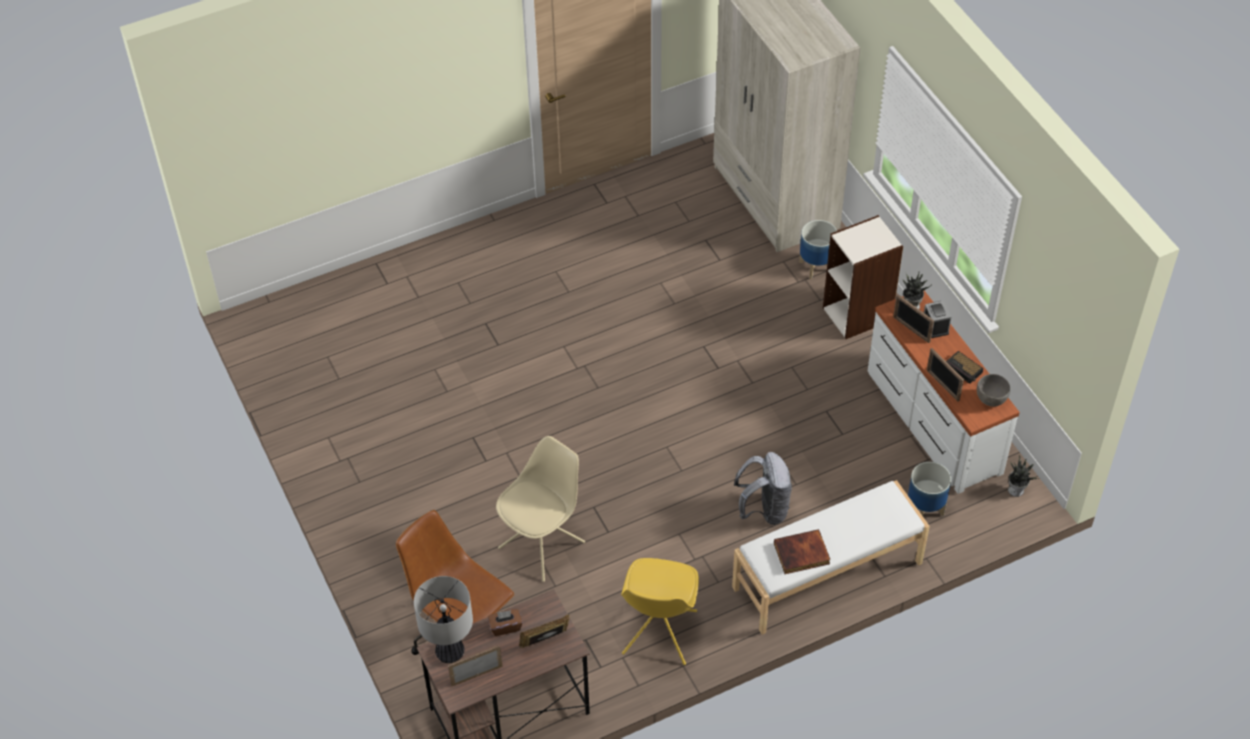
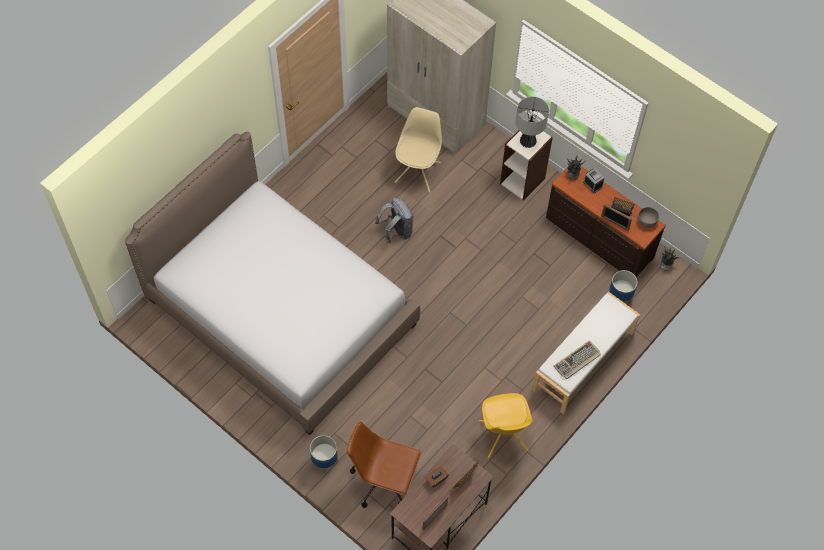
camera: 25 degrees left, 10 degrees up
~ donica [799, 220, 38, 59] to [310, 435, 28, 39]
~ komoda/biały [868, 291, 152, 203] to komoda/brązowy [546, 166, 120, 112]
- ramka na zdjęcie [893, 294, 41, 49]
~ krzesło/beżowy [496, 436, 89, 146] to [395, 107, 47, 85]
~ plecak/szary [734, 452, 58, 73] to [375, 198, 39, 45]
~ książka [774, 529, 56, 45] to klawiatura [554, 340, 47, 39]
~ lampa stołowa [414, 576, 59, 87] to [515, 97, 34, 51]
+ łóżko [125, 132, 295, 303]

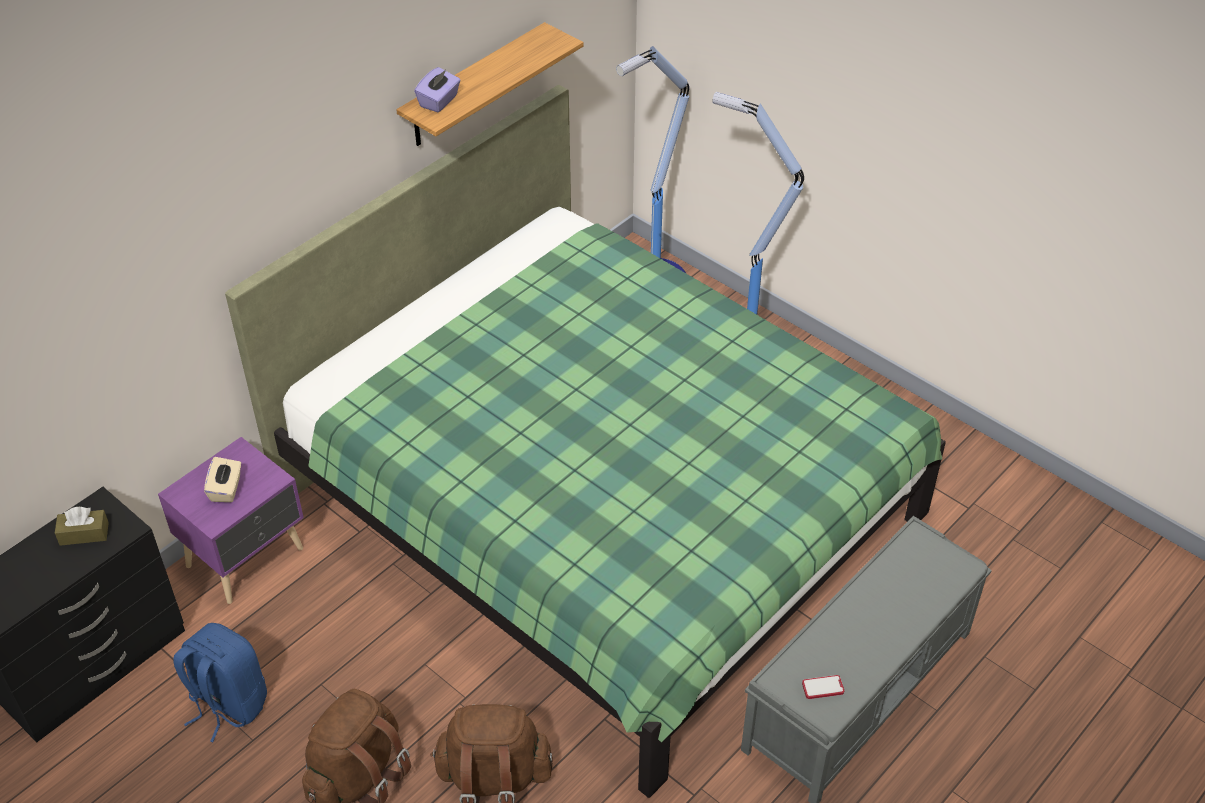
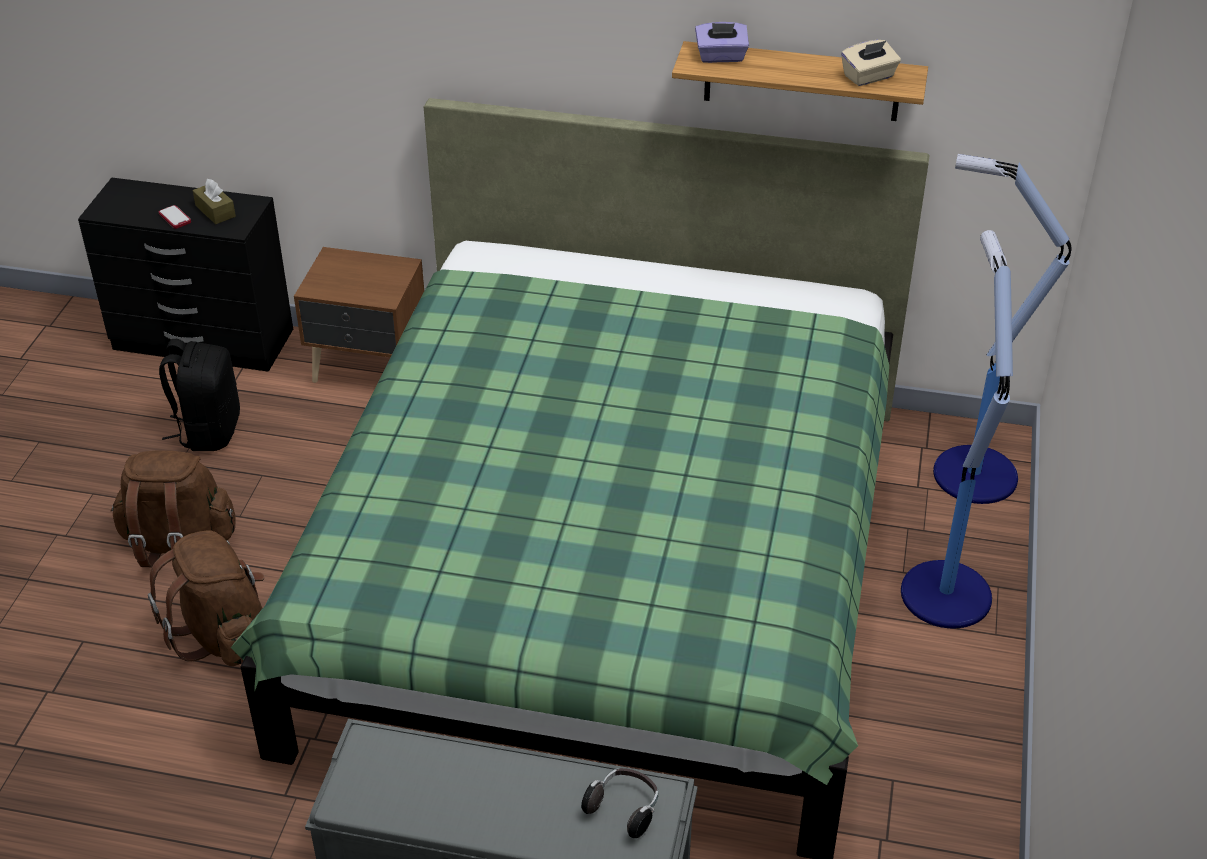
camera: 60 degrees right, 5 degrees down
~ szafka nocna/fioletowy [158, 437, 146, 167] to szafka nocna/brązowy [294, 247, 130, 136]
~ pudełko chusteczek/beżowy [204, 457, 37, 45] to [841, 40, 60, 46]
~ plecak/niebieski [173, 623, 94, 119] to plecak/czarny [159, 339, 81, 112]
~ telefon [802, 675, 42, 24] to [159, 205, 32, 24]
+ słuchawki [581, 768, 77, 70]

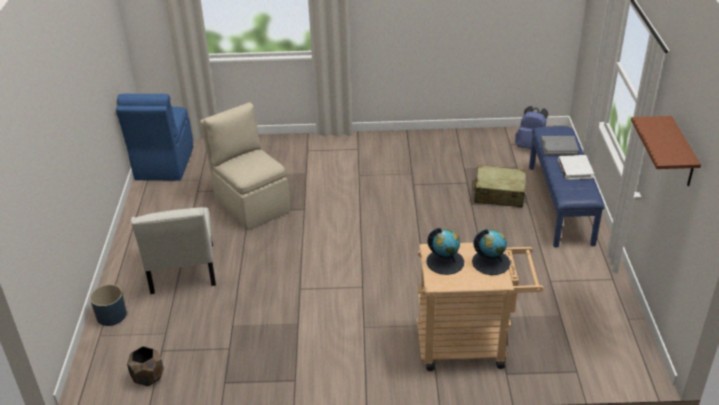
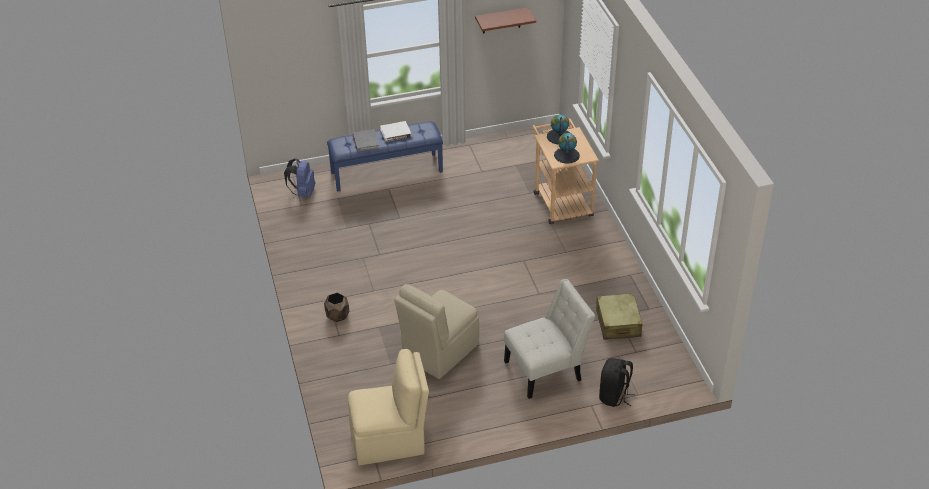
camera: 105 degrees left, 5 degrees up
~ krzesło/niebieski [116, 94, 77, 87] to krzesło/beżowy [348, 349, 81, 116]
~ walizka/beżowy [472, 165, 54, 43] to [596, 293, 47, 47]
~ donica/niebieski [90, 284, 37, 42] to plecak/czarny [599, 358, 36, 49]
~ donica/brązowy [127, 346, 37, 41] to [324, 293, 25, 29]

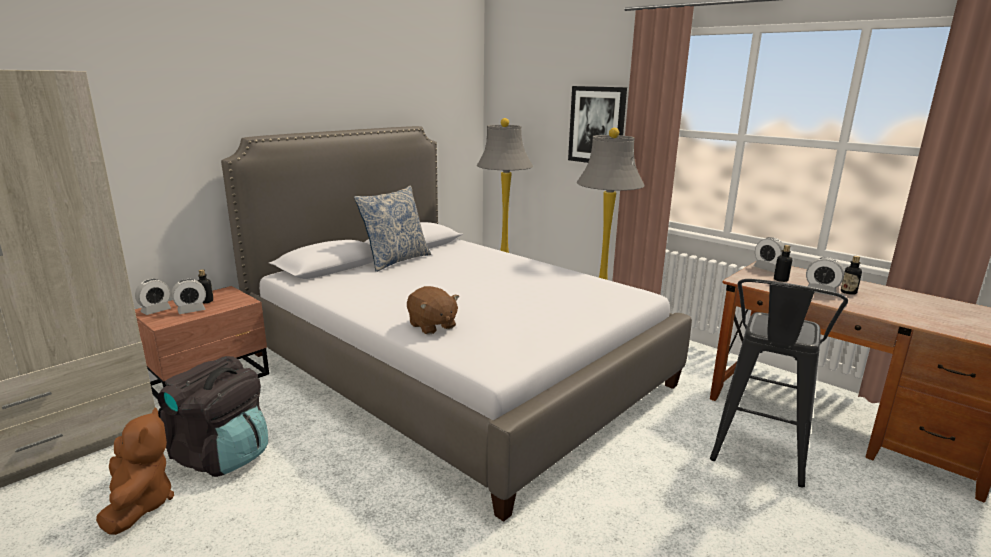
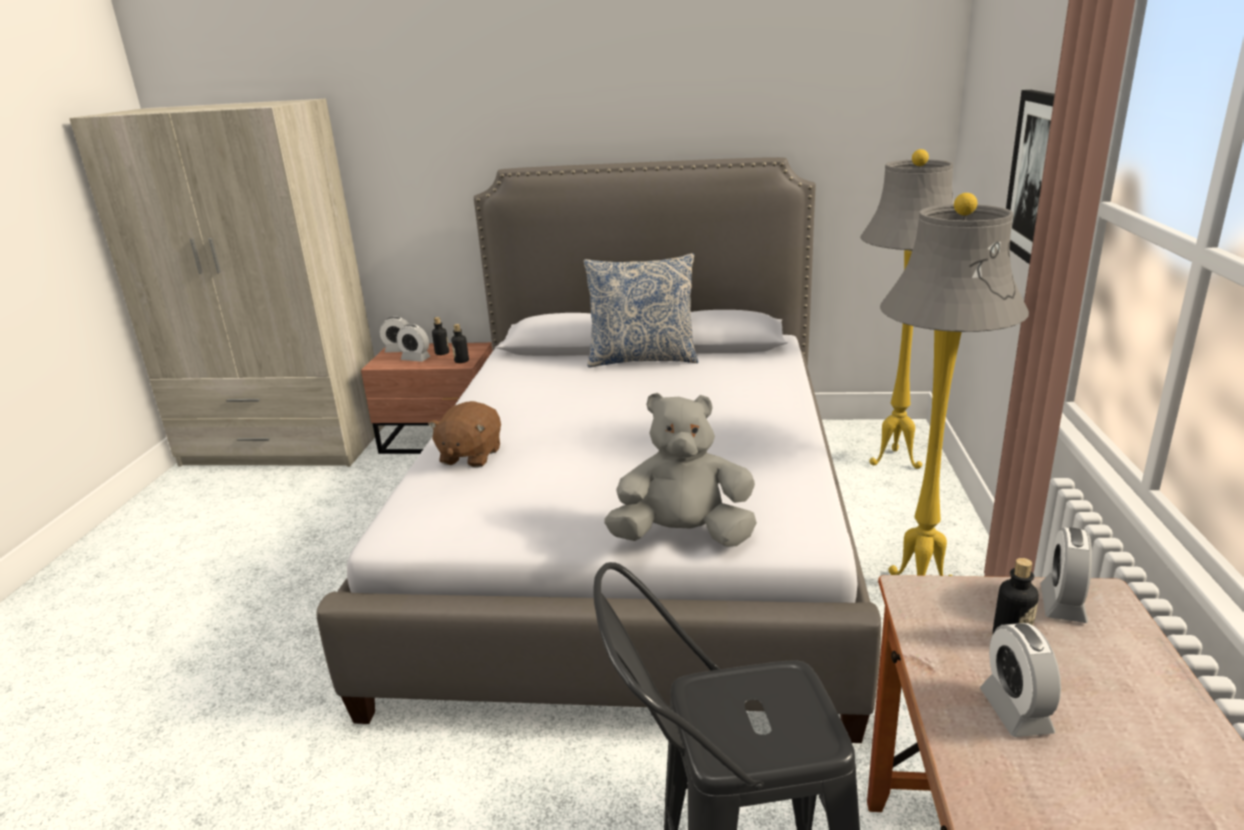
camera: 55 degrees right, 5 degrees up
~ butelka [841, 256, 21, 39] to [451, 324, 18, 39]
- plecak/czarny [158, 356, 110, 121]
- pluszak/brązowy [96, 408, 78, 127]
+ pluszak/szary [604, 393, 153, 154]

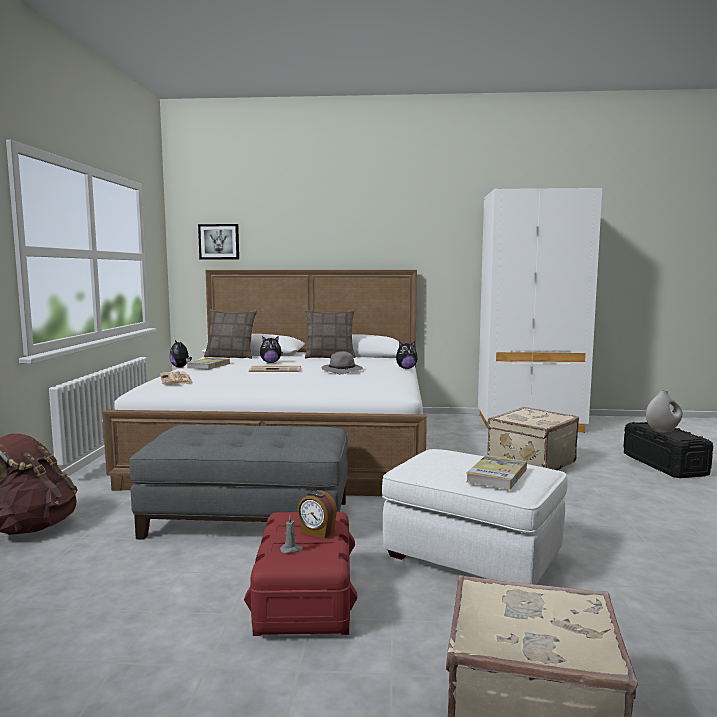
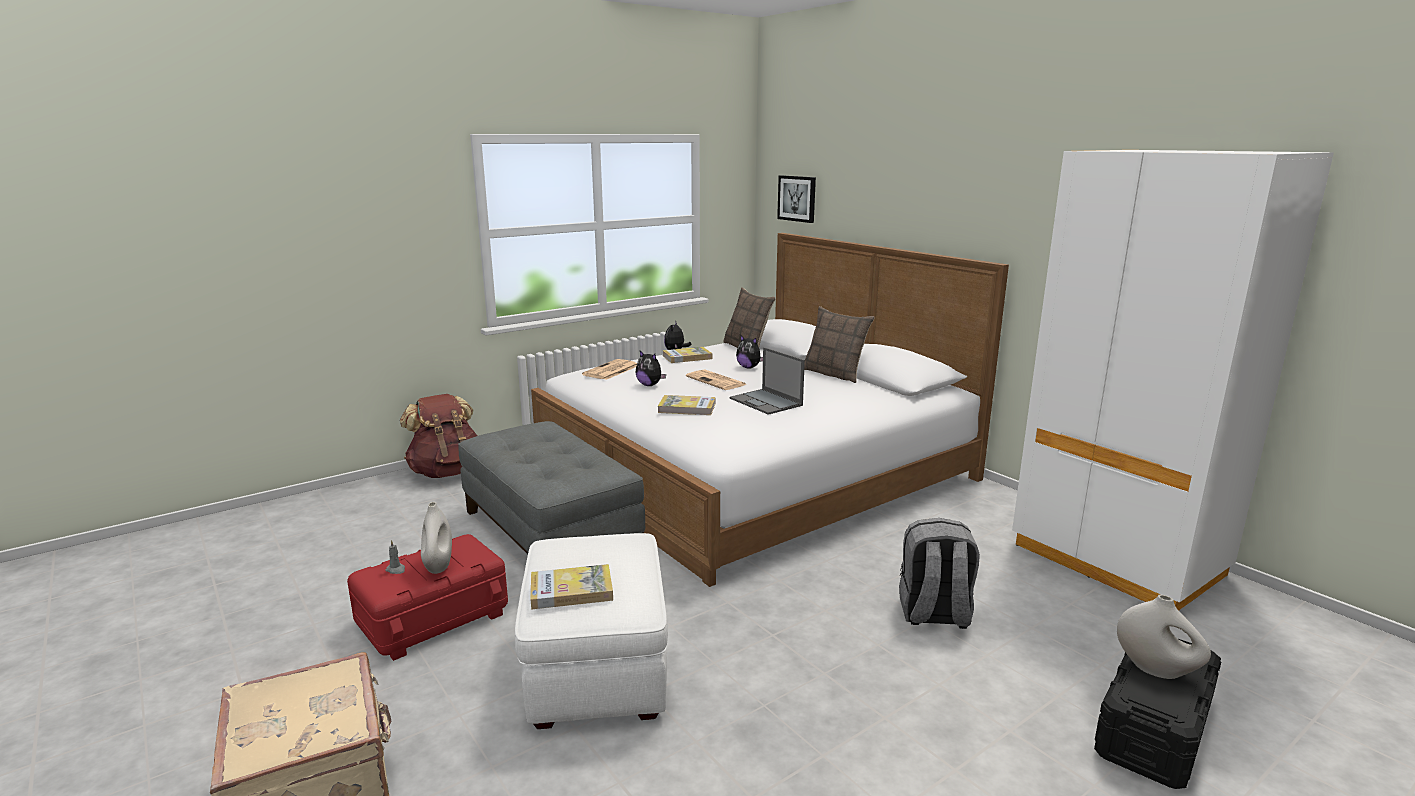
camera: 50 degrees right, 10 degrees up
~ pluszak [396, 341, 22, 28] to [636, 351, 30, 35]
~ kapelusz/szary [321, 351, 42, 23] to laptop [730, 347, 75, 68]
~ walizka/beżowy [487, 407, 92, 63] to plecak/szary [899, 518, 81, 111]
~ budzik [298, 490, 39, 49] to wazon/biały [421, 502, 31, 72]
+ książka [658, 395, 58, 20]

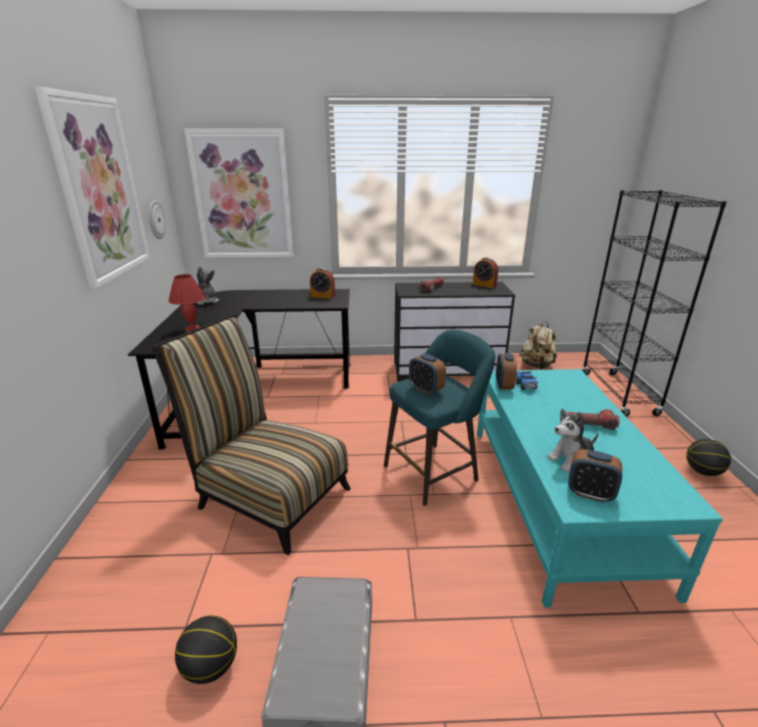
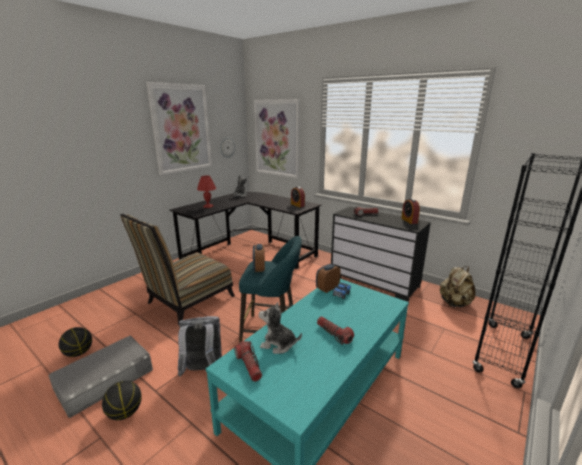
camera: 40 degrees right, 5 degrees down
~ krzesło [152, 314, 199, 241] = [121, 214, 114, 111] 120 degrees counterclockwise
~ piłka do koszykówki [686, 439, 45, 37] to [102, 381, 40, 39]
~ budzik [568, 449, 54, 54] to latarka [234, 341, 28, 41]
+ plecak/szary [178, 316, 44, 61]

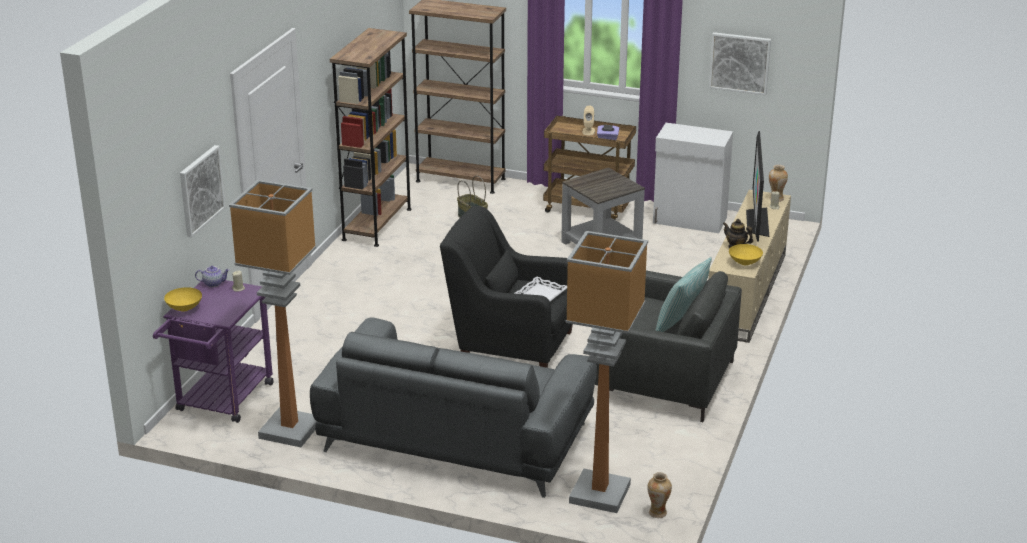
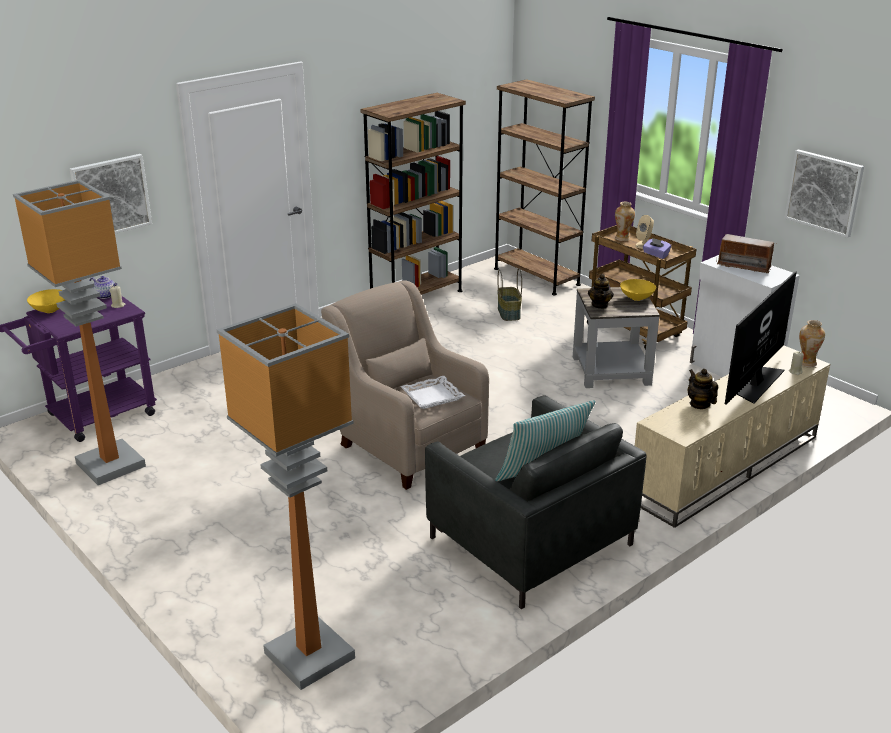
camera: 30 degrees right, 0 degrees up
~ fotel/czarny [440, 206, 133, 162] to fotel/beżowy [321, 280, 168, 210]
~ miska/żółty [729, 244, 34, 21] to [620, 279, 36, 22]
- kanapa/szary [310, 317, 287, 181]
~ wazon [647, 472, 25, 46] to [615, 202, 20, 39]
+ radio [716, 234, 58, 40]
+ imbryk [588, 274, 26, 35]

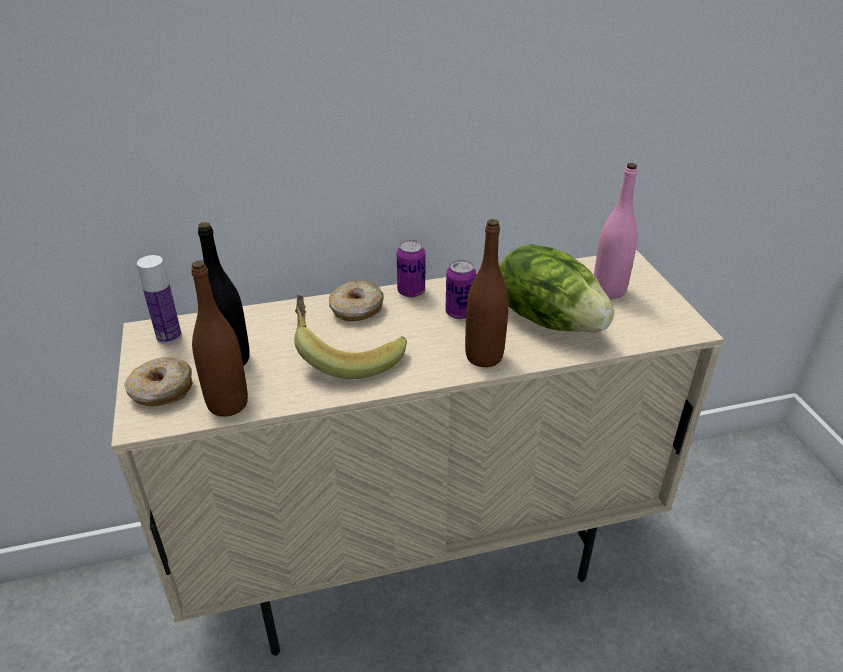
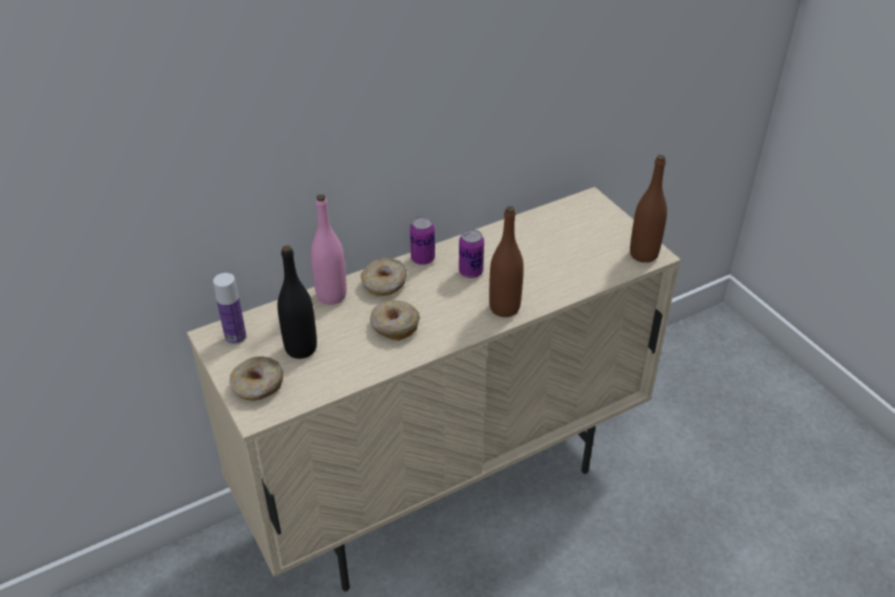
camera: 15 degrees left, 5 degrees up
~ butelka/różowy [594, 163, 44, 136] to [311, 194, 36, 111]
- sałata [500, 244, 114, 89]
~ butelka/brązowy [191, 260, 57, 157] to [630, 155, 37, 108]
~ banan [294, 295, 113, 84] to donut [370, 301, 50, 40]

